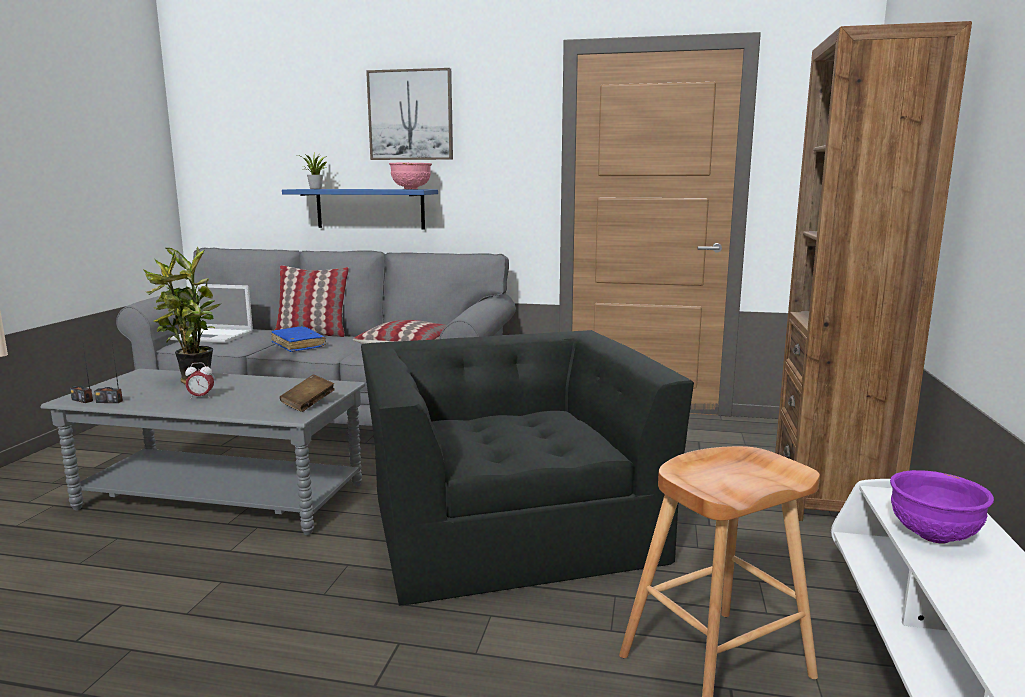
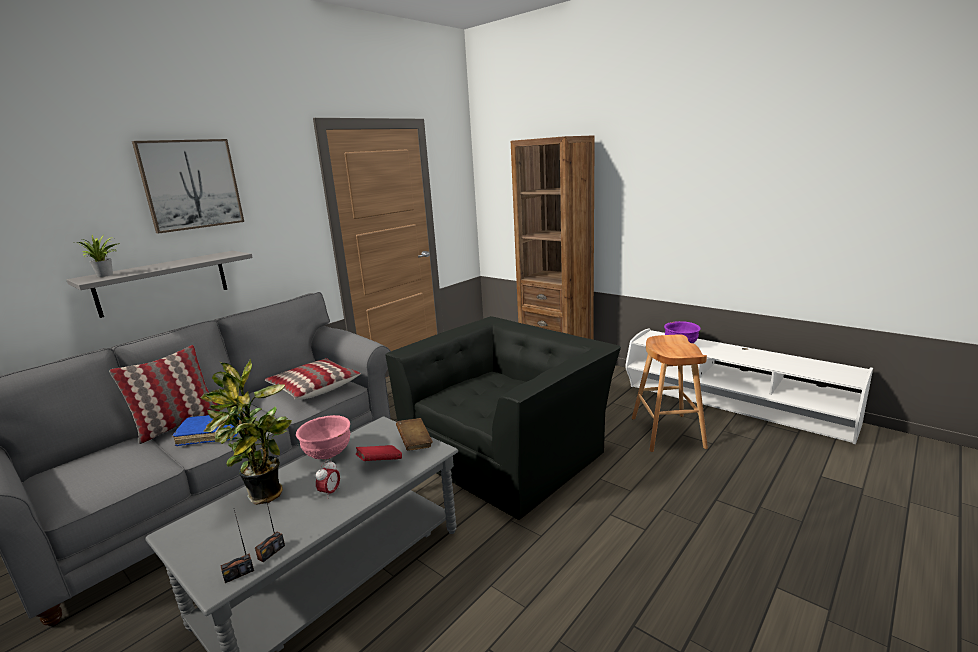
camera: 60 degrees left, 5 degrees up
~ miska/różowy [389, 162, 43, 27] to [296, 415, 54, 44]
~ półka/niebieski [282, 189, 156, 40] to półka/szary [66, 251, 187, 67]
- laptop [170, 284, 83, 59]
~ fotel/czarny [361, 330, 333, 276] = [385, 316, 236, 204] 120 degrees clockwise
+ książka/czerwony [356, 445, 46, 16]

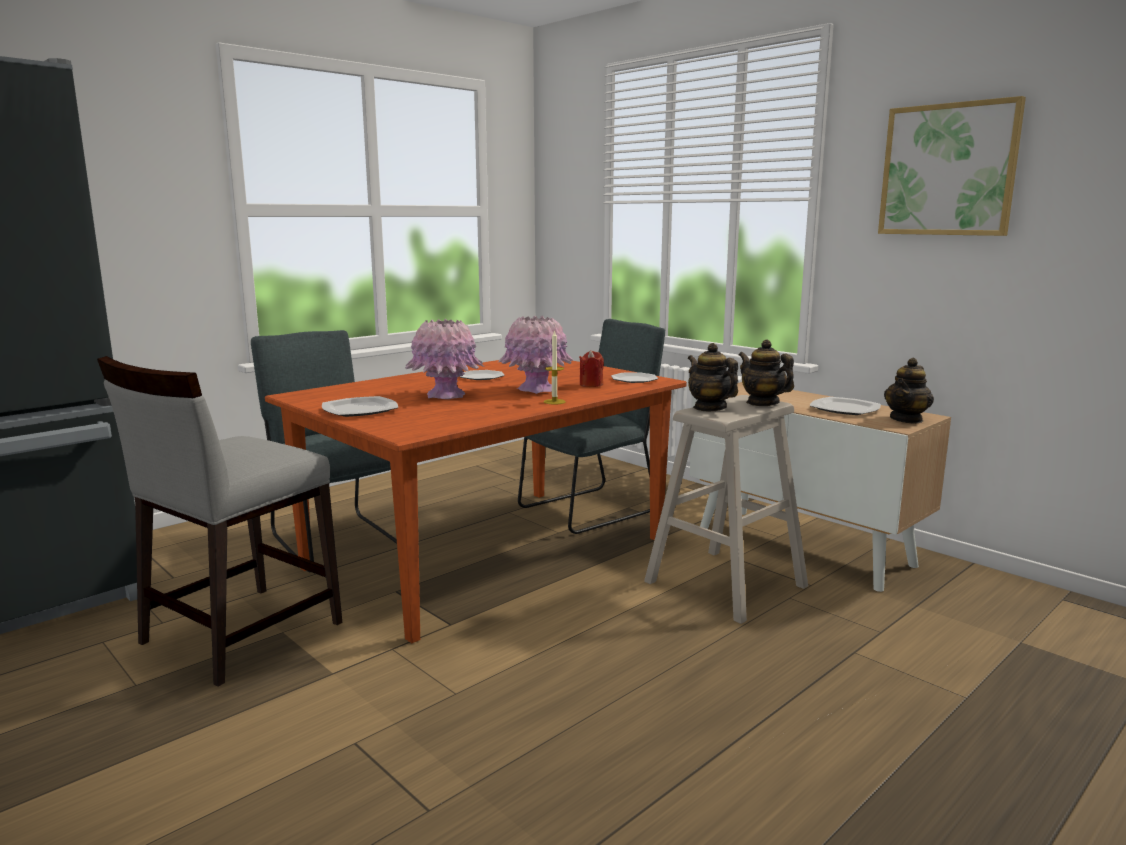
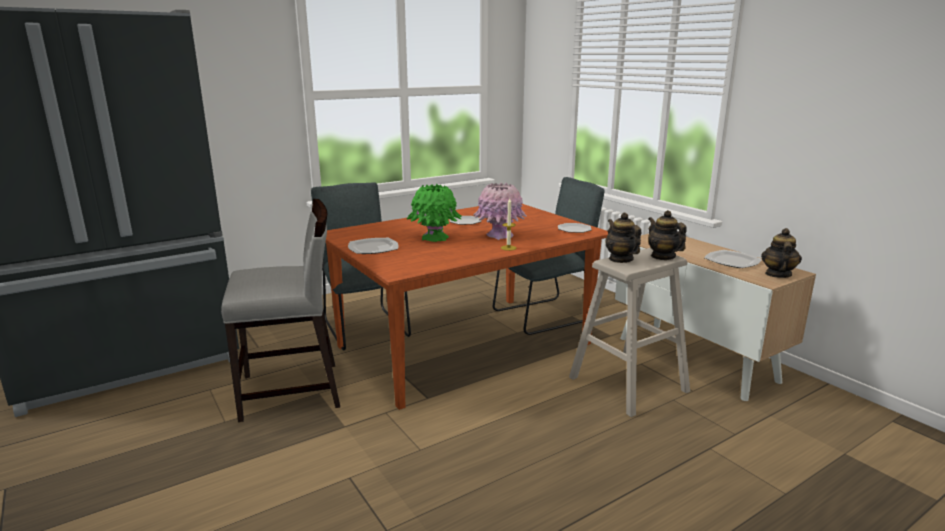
camera: 10 degrees right, 5 degrees up
- obraz [878, 96, 148, 140]
~ wazon/różowy [405, 318, 79, 81] to wazon/zielony [407, 184, 55, 58]
- świeca/czerwony [579, 350, 25, 37]
~ krzesło/szary [97, 356, 245, 331] = [221, 199, 119, 223] 150 degrees counterclockwise
~ imbryk [884, 358, 50, 66] = [761, 228, 41, 50] 150 degrees clockwise

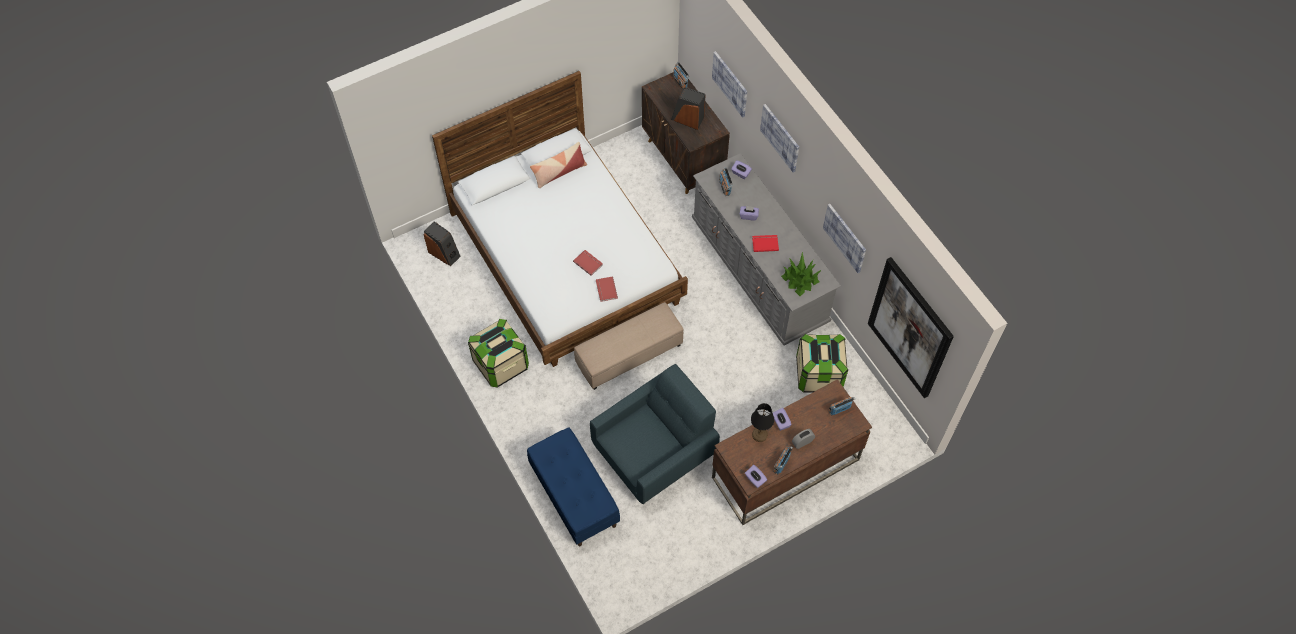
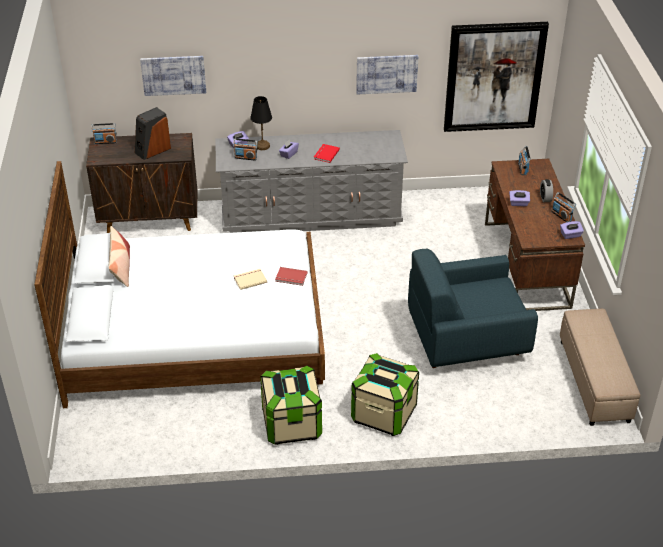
camera: 65 degrees left, 20 degrees down
- obraz [760, 104, 39, 68]
- głośnik [424, 221, 37, 45]
~ książka/czerwony [573, 250, 30, 26] to książka/beżowy [234, 269, 33, 21]
- roślina doniczkowa [781, 252, 40, 44]
~ pufa/beżowy [574, 302, 109, 88] to [560, 309, 80, 117]
~ pojemnik do przechowywania [796, 334, 52, 59] to [351, 353, 68, 83]
~ fotel/niebieski [590, 364, 130, 140] = [408, 249, 130, 119] 90 degrees counterclockwise
~ lampa stołowa/czarny [751, 403, 23, 39] to [250, 96, 22, 54]
- ławka/niebieski [527, 427, 93, 119]

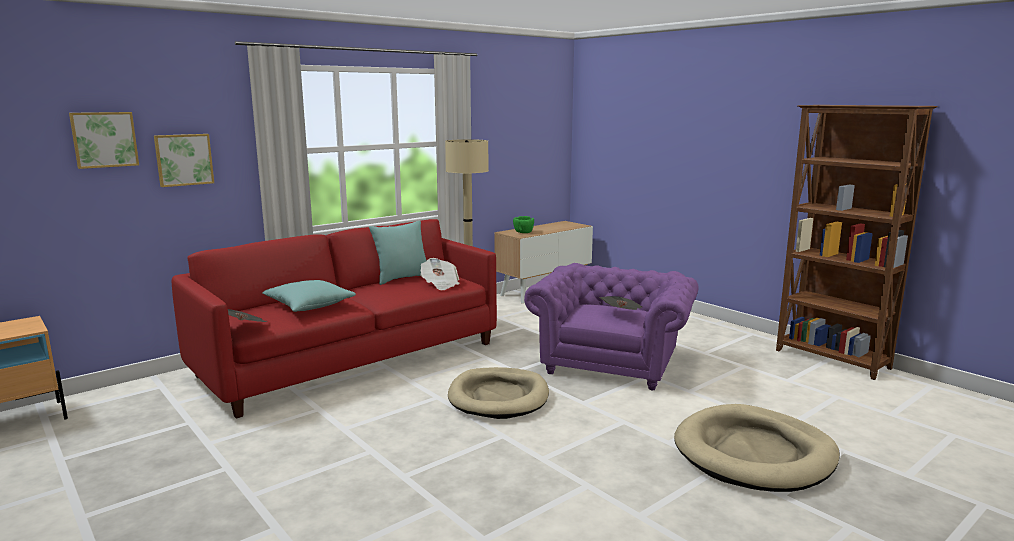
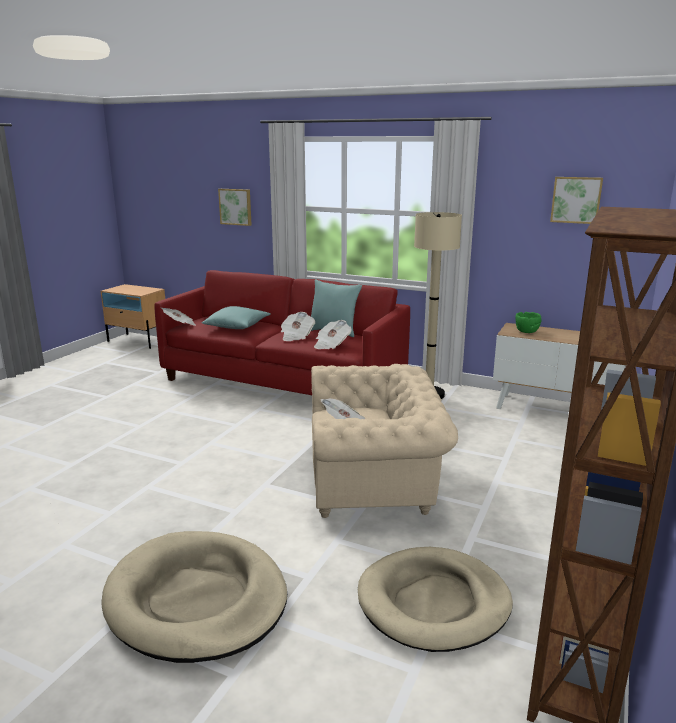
camera: 65 degrees right, 5 degrees up
~ obraz [69, 112, 70, 57] to [550, 177, 53, 47]
~ fotel/fioletowy [524, 263, 174, 127] to fotel/beżowy [311, 364, 147, 154]
~ legowisko/beżowy [448, 367, 101, 52] to [358, 547, 155, 105]
+ gazeta [281, 312, 34, 29]

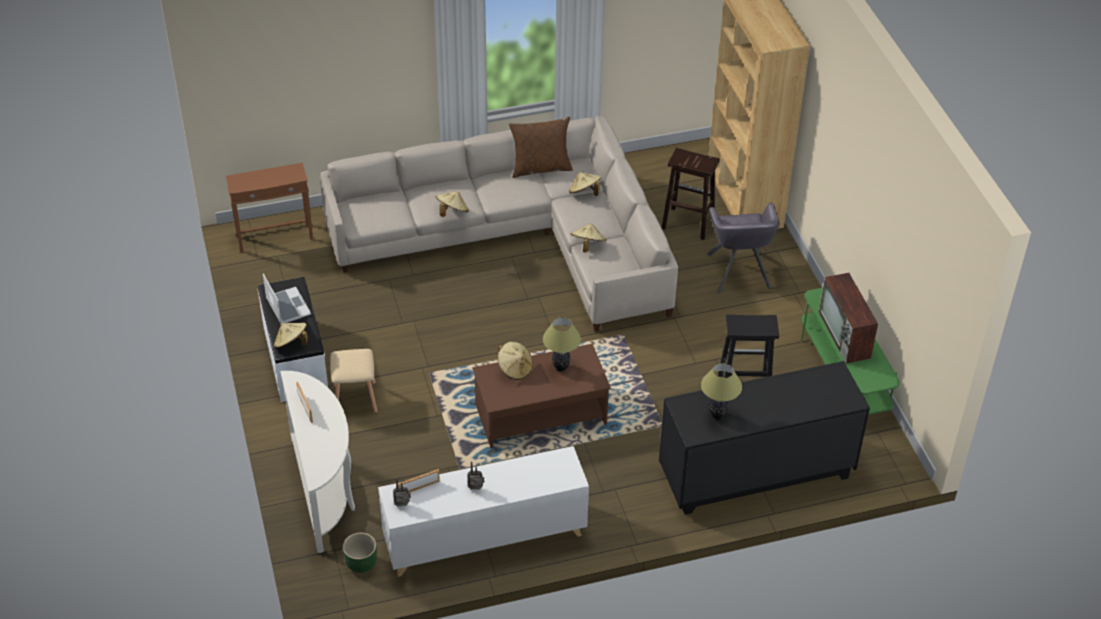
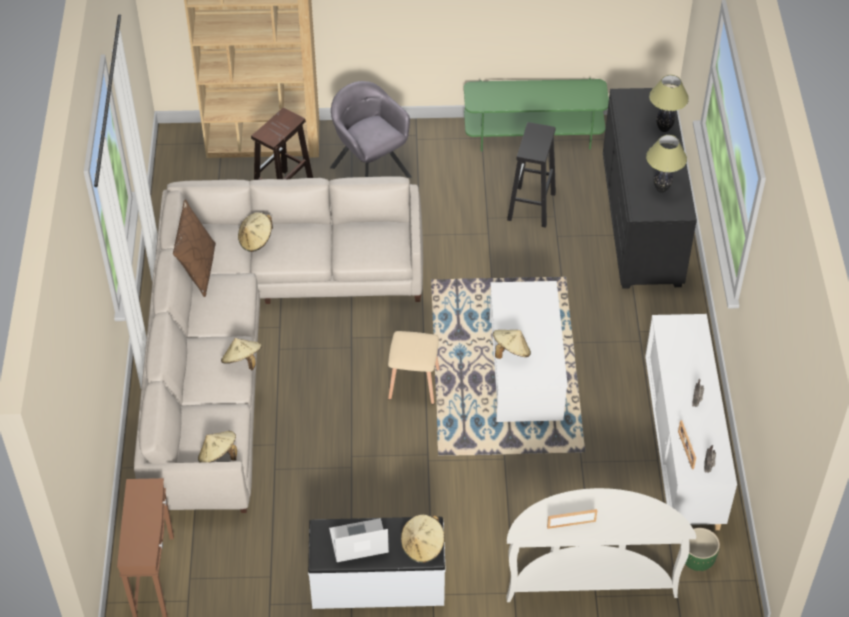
camera: 75 degrees left, 5 degrees up
~ fotel/szary [707, 203, 73, 90] = [330, 81, 82, 97] 135 degrees counterclockwise
~ kapelusz/beżowy [571, 223, 36, 29] to [198, 431, 39, 32]
- telewizor [819, 273, 59, 91]
~ lampa stołowa [542, 317, 39, 55] to [649, 75, 40, 57]
~ ława/brązowy [472, 344, 139, 104] to ława/biały [489, 281, 79, 141]
~ stołek/beżowy [330, 349, 48, 64] to [388, 331, 52, 73]

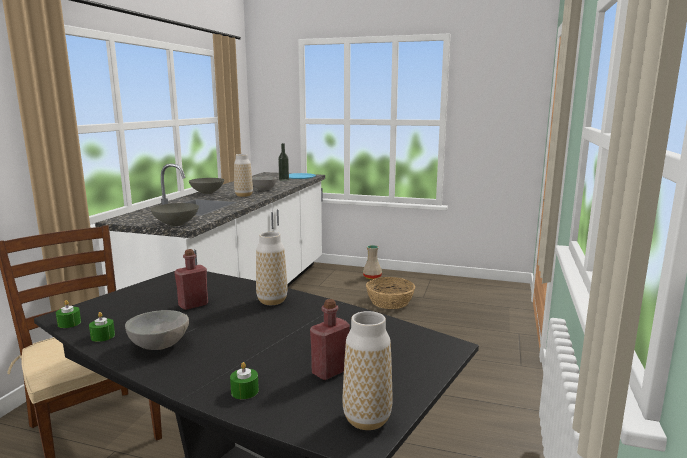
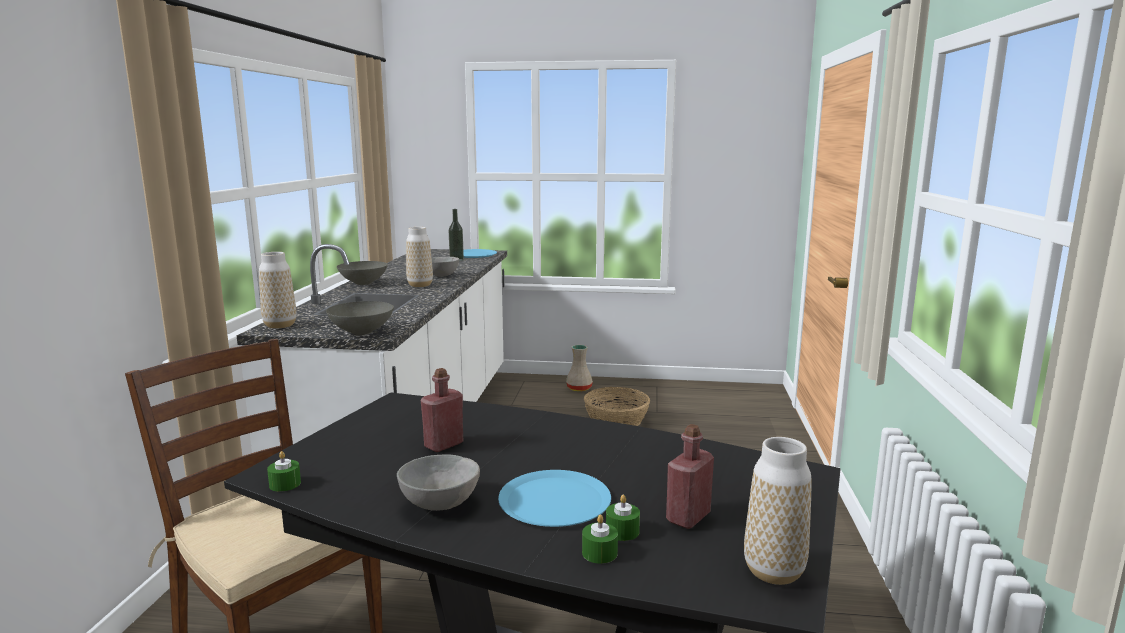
camera: 10 degrees left, 0 degrees up
~ wazon [256, 232, 32, 73] to [259, 252, 38, 77]
~ świeca/zielony [89, 312, 26, 30] to [606, 495, 34, 46]
+ talerz/niebieski [498, 470, 113, 57]

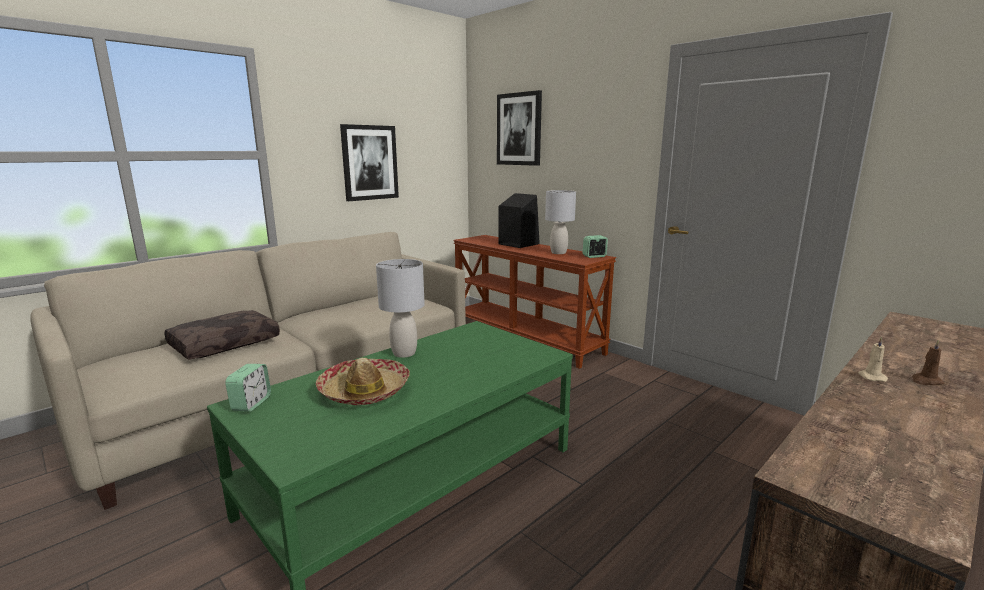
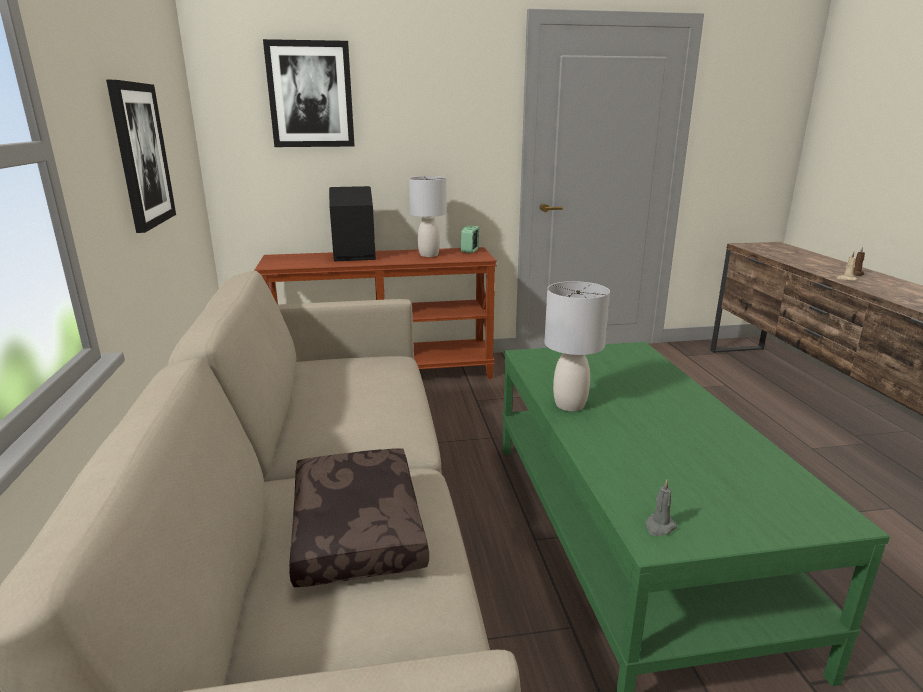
camera: 55 degrees left, 5 degrees up
- kapelusz [316, 358, 94, 47]
~ budzik [225, 364, 46, 48] to świeca/szary [645, 479, 32, 57]

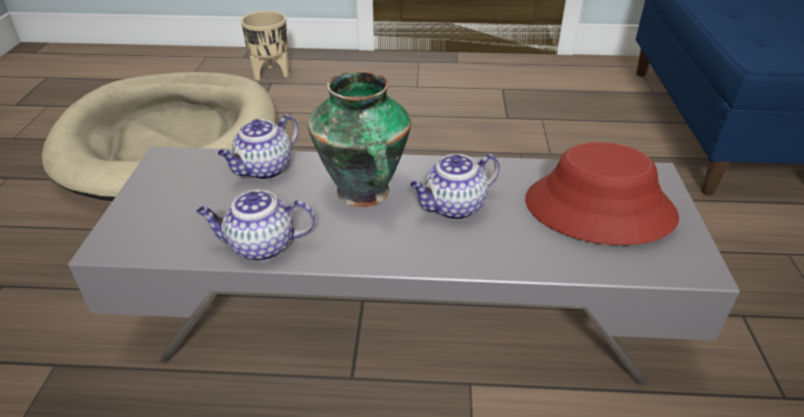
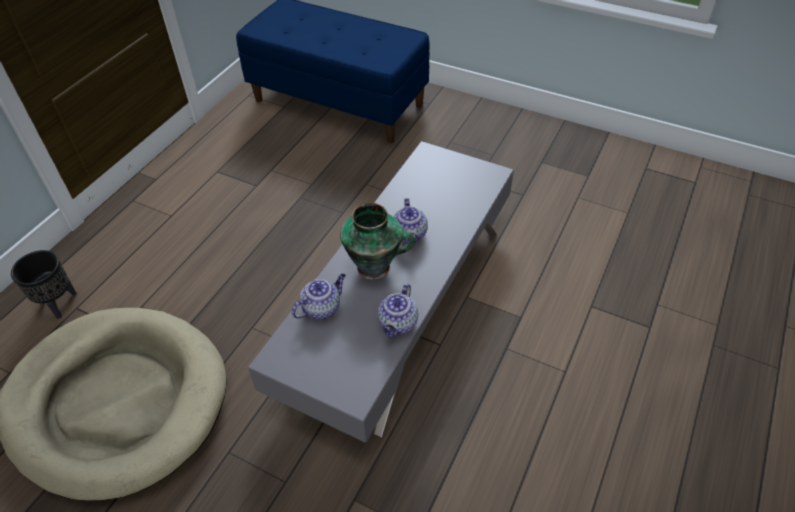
camera: 65 degrees left, 10 degrees up
~ donica/beżowy [241, 11, 48, 70] to donica/czarny [11, 250, 66, 69]
~ imbryk [218, 115, 81, 65] = [292, 273, 54, 46] 105 degrees counterclockwise
- kapelusz/czerwony [525, 142, 154, 103]

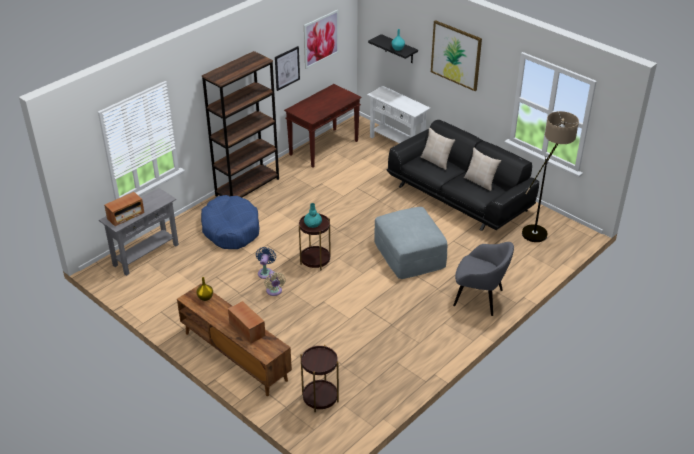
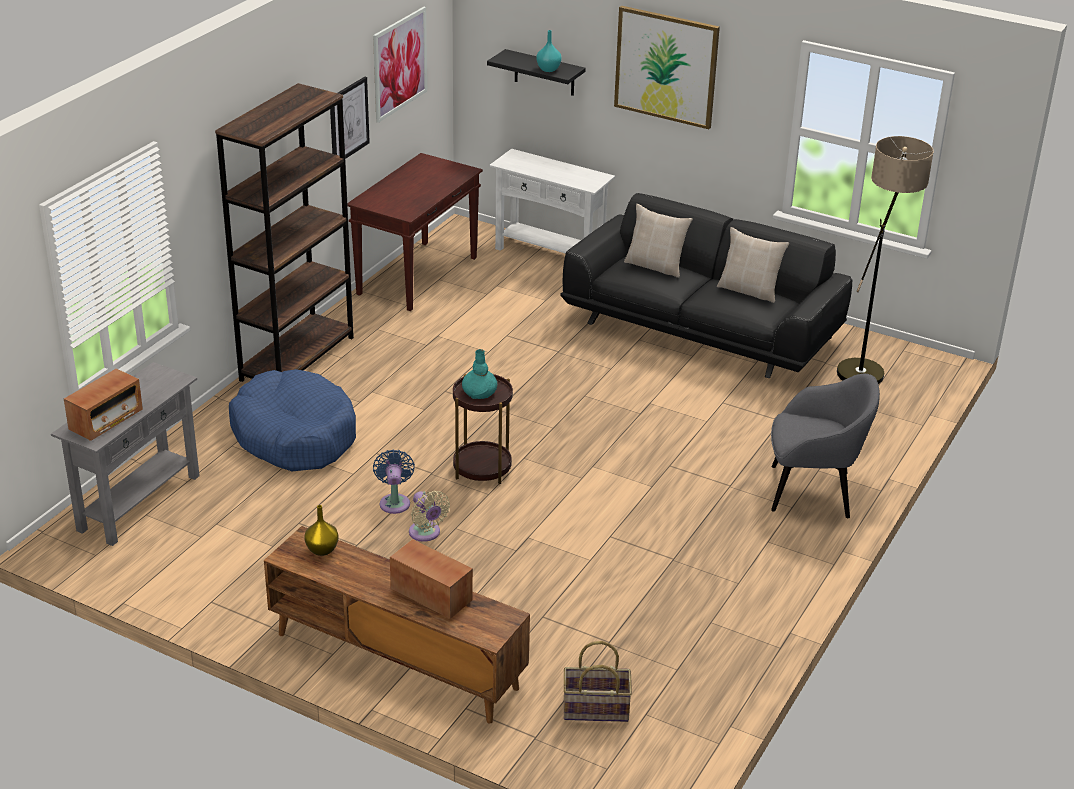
camera: 15 degrees left, 5 degrees down
- pufa/szary [374, 207, 73, 72]
~ stolik/brązowy [300, 345, 39, 68] to koszyk [564, 641, 68, 81]

